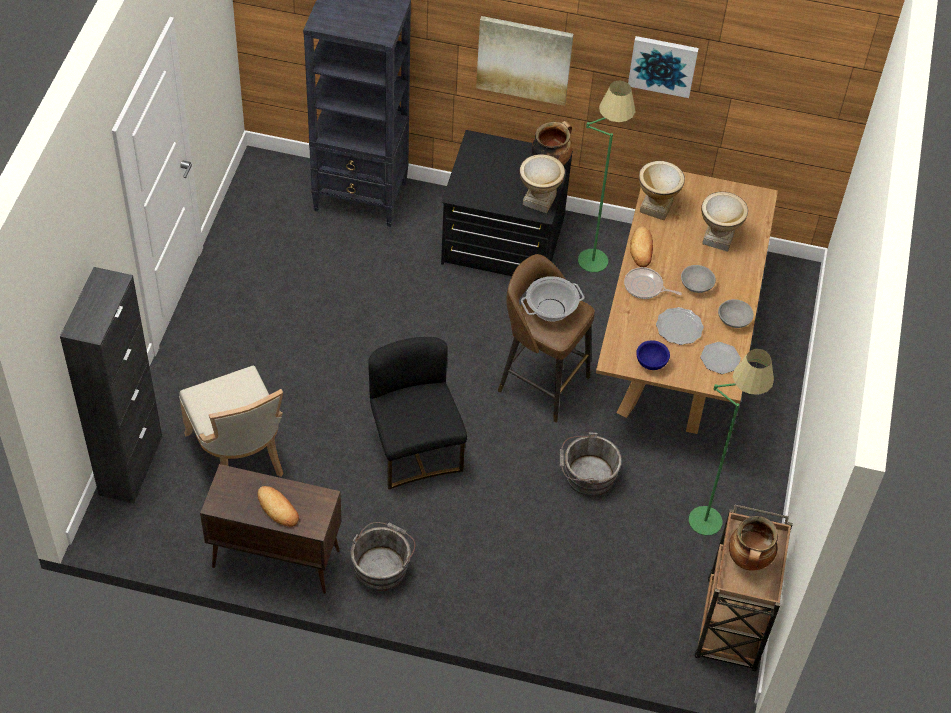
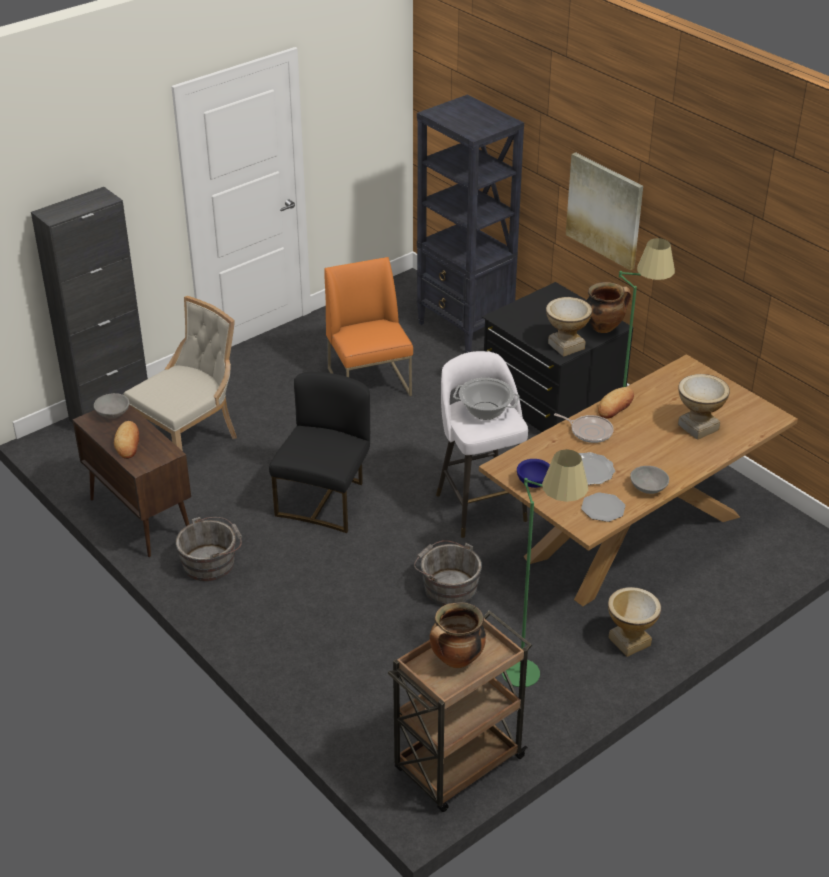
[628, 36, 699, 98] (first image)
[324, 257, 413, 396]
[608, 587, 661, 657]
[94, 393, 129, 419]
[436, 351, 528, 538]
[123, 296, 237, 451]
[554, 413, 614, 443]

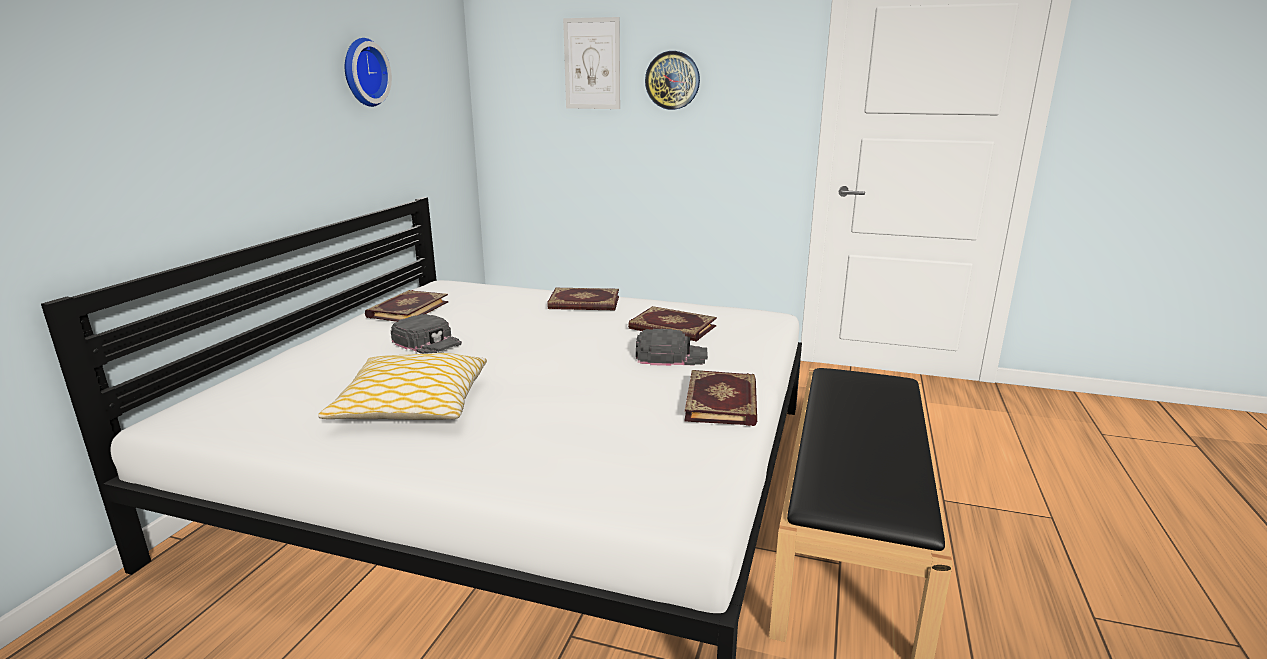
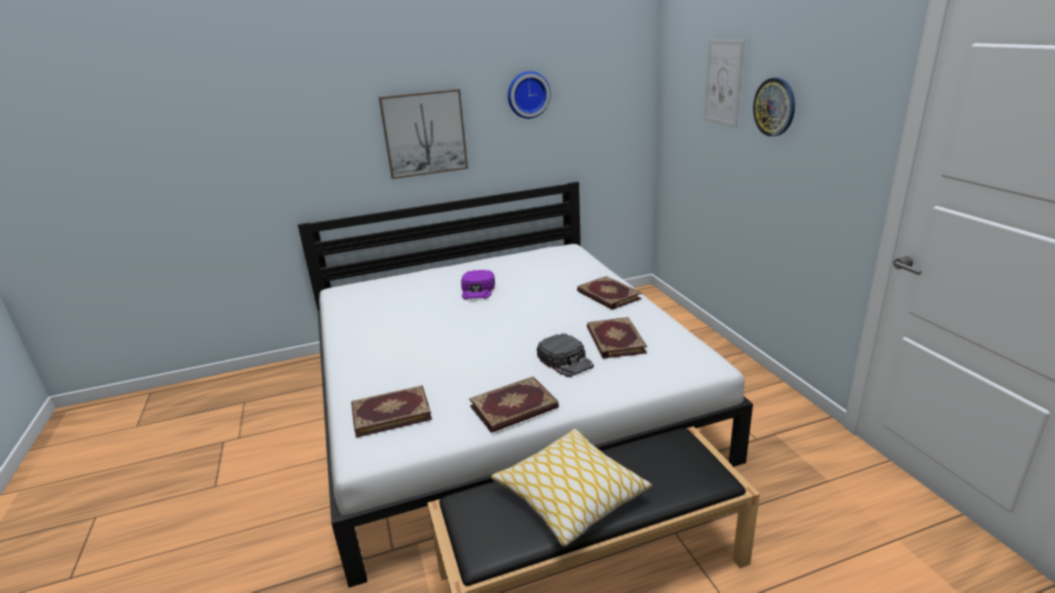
[379, 89, 468, 179]
[491, 429, 652, 546]
[351, 385, 432, 438]
[461, 270, 495, 299]

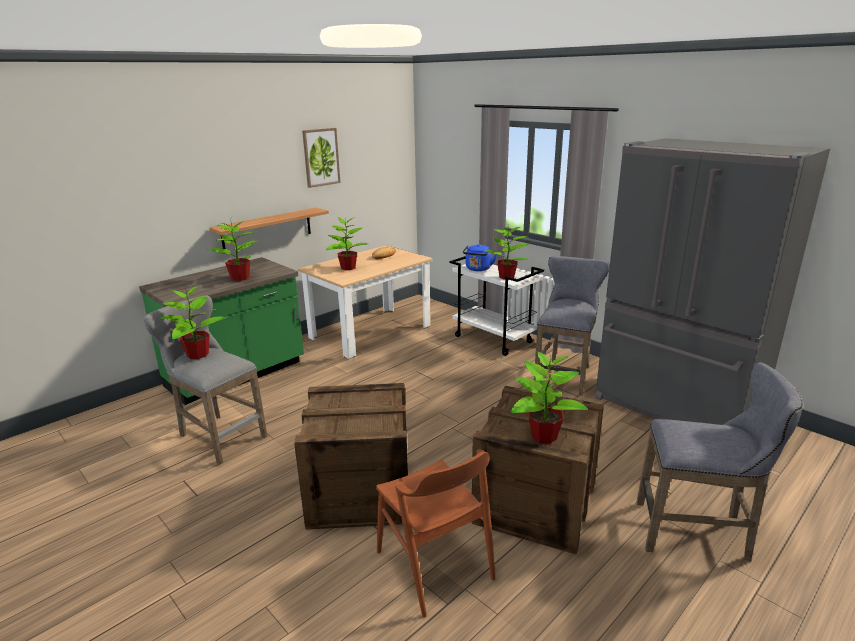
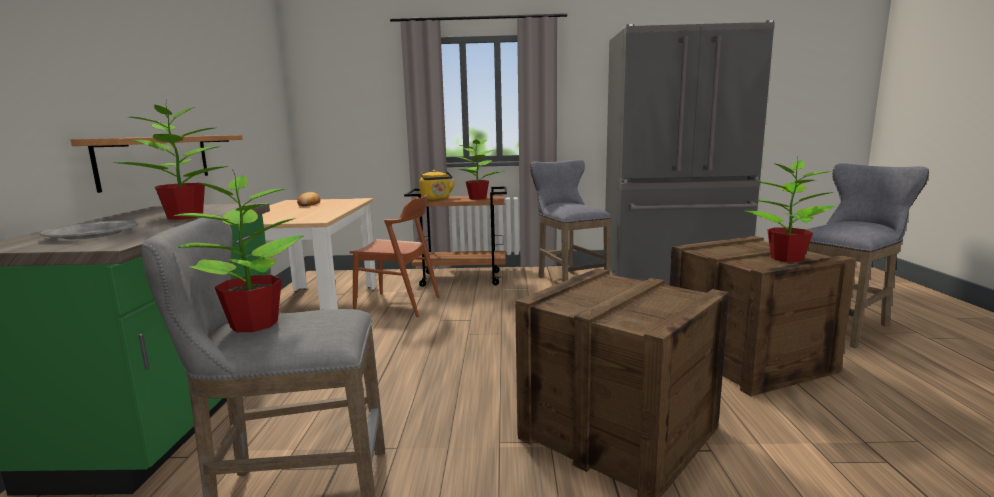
[302, 128, 341, 188] (first image)
[326, 217, 368, 270] (first image)
[40, 220, 139, 239]
[350, 195, 440, 317]
[404, 187, 507, 287]
[419, 170, 455, 200]

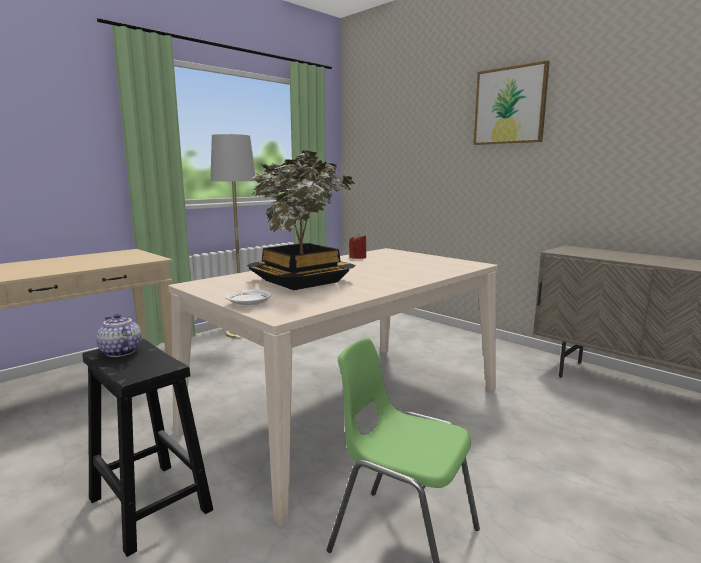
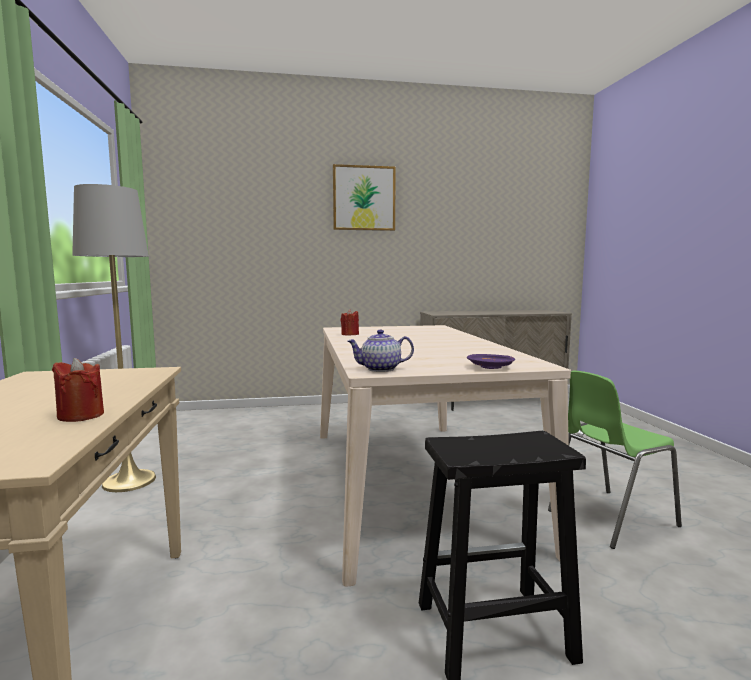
[247, 150, 356, 290] (first image)
[52, 358, 104, 422]
[347, 330, 414, 372]
[467, 354, 515, 369]

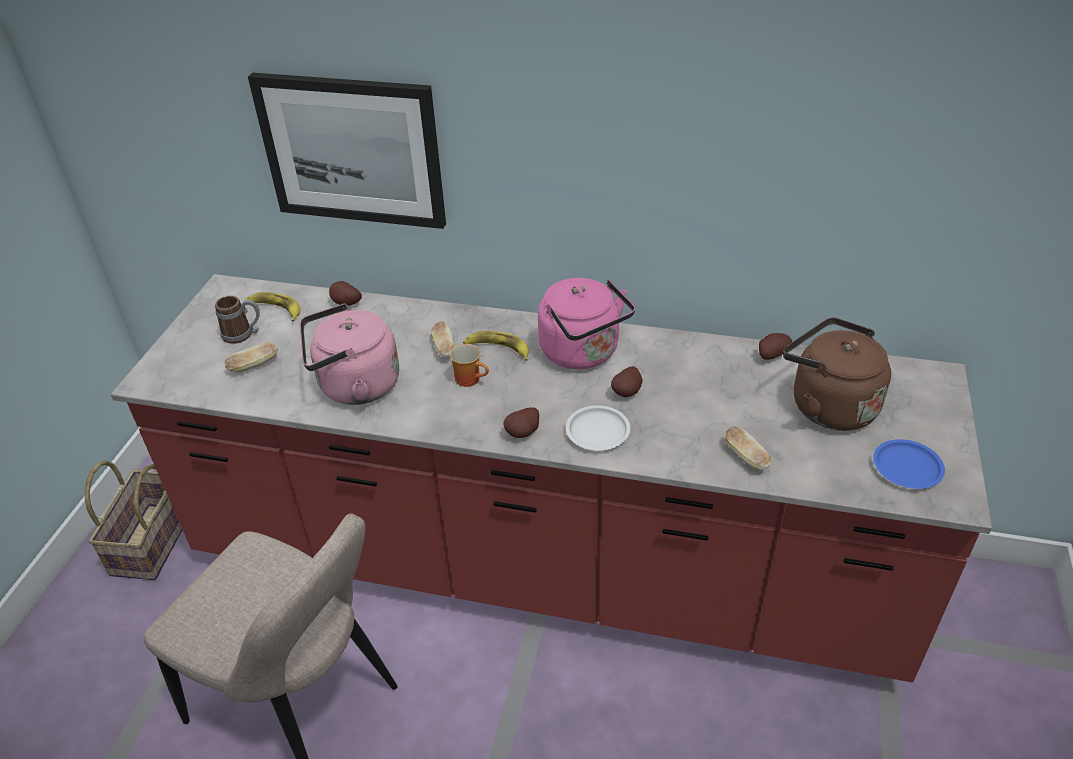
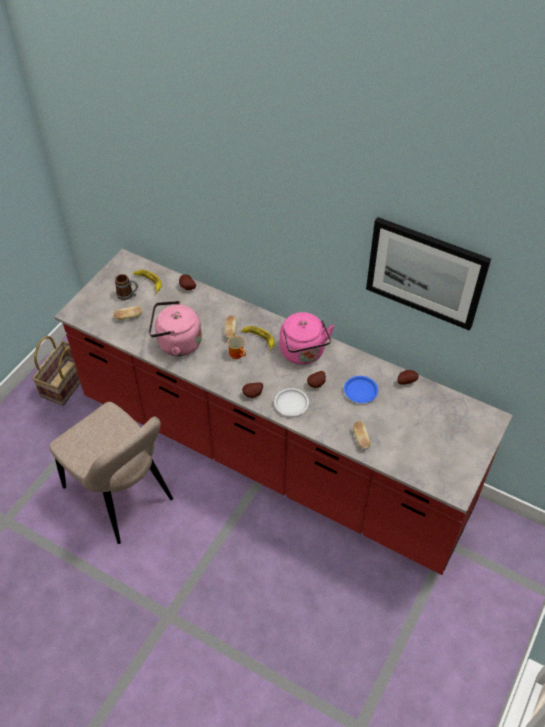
[783, 318, 891, 431] (first image)
[366, 217, 491, 331]
[344, 376, 378, 403]

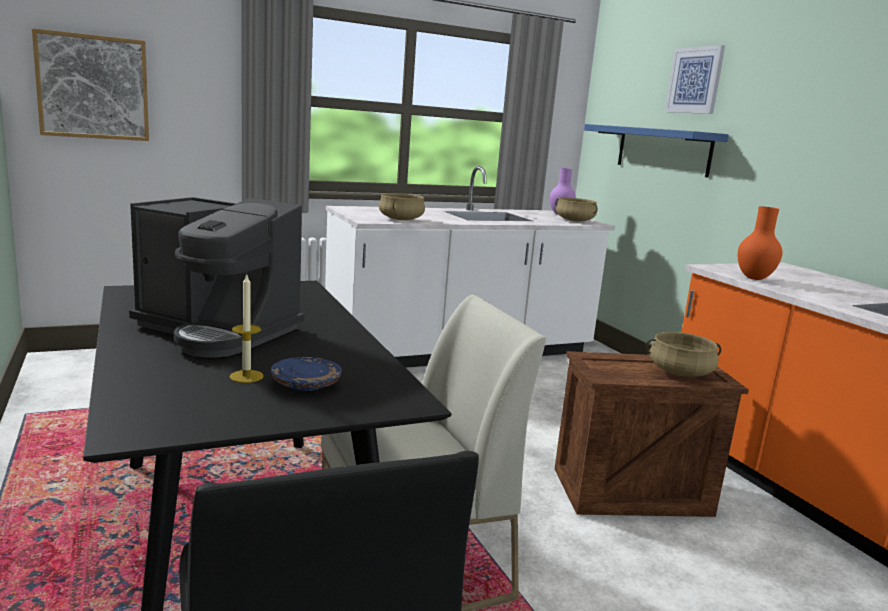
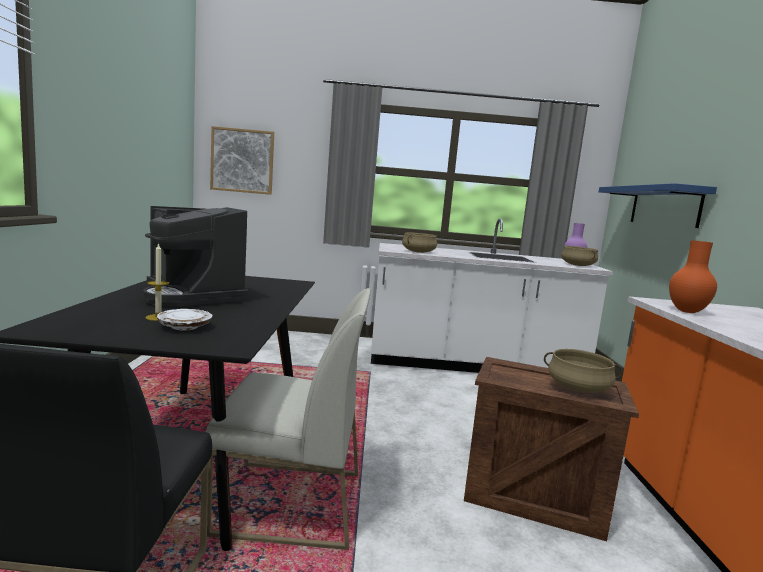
[665, 45, 725, 114] (first image)
[157, 309, 212, 331]

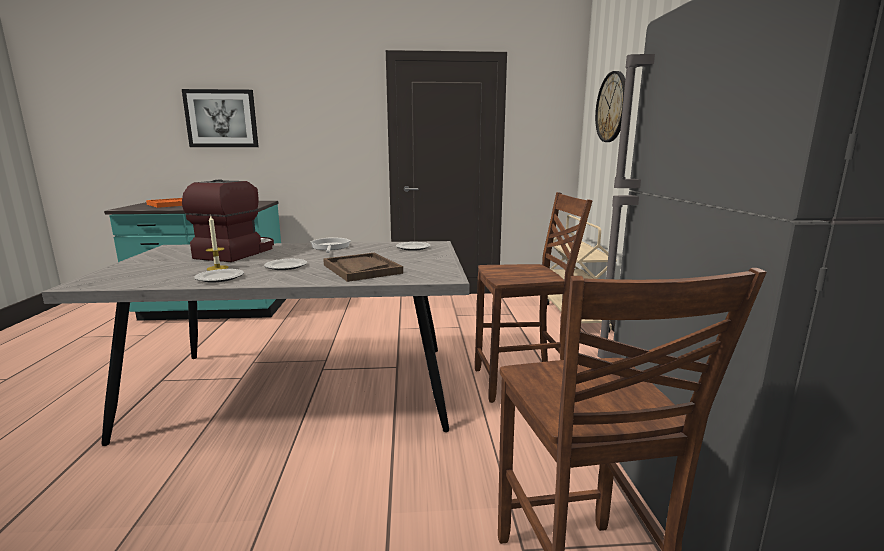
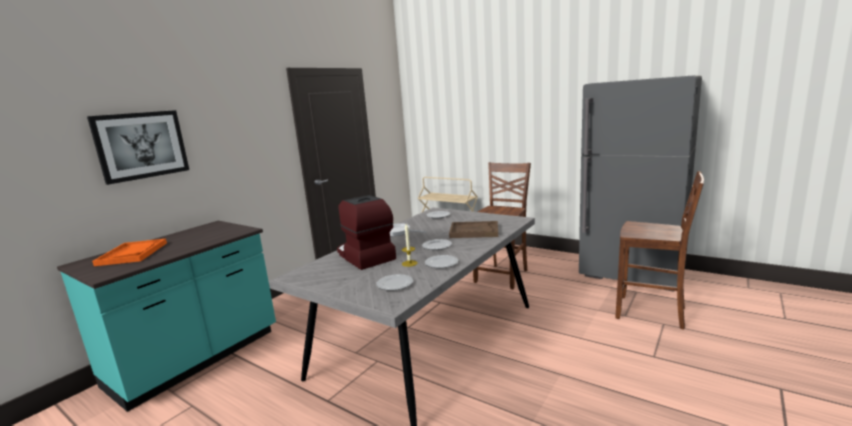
[595, 71, 625, 142] (first image)
[376, 274, 413, 291]

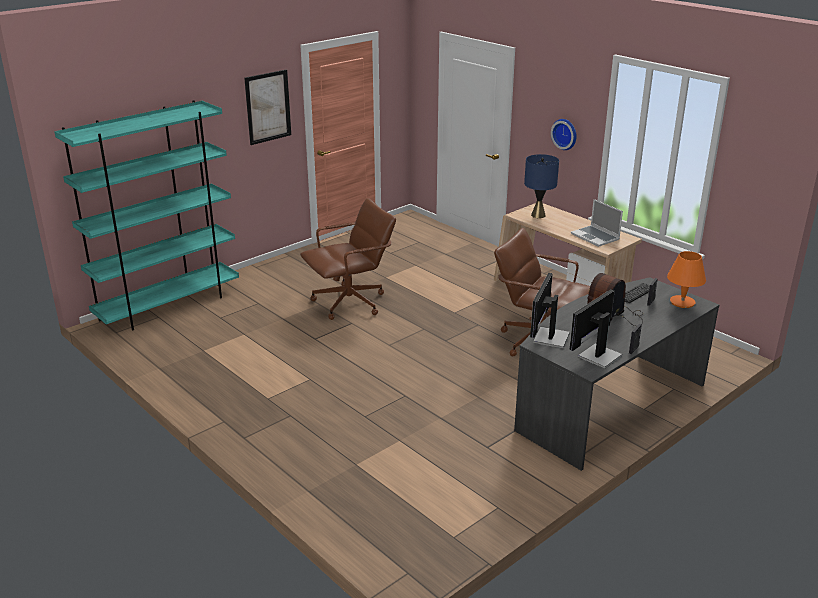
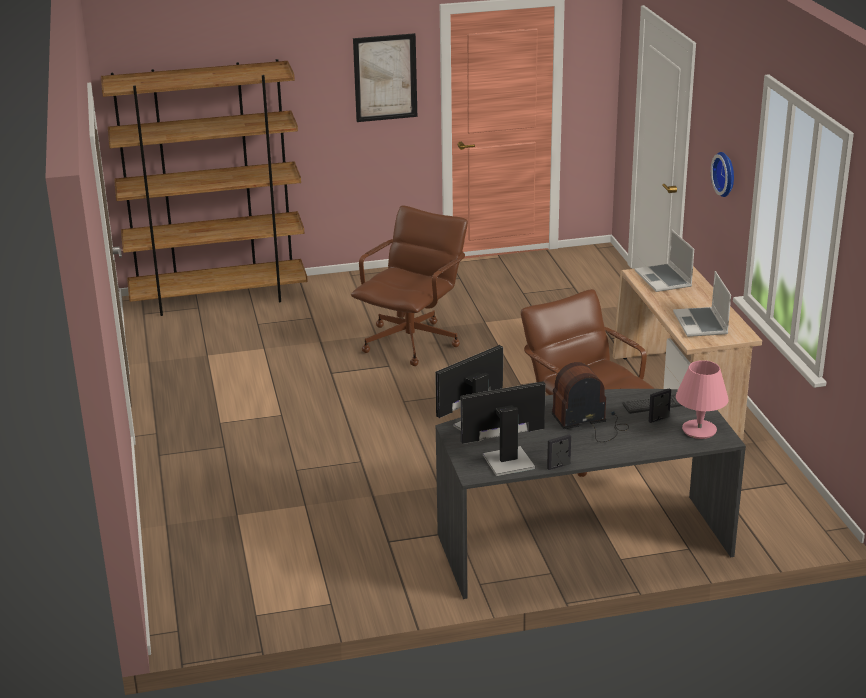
[635, 229, 694, 292]
[101, 59, 308, 316]
[676, 360, 729, 439]
[351, 206, 468, 366]

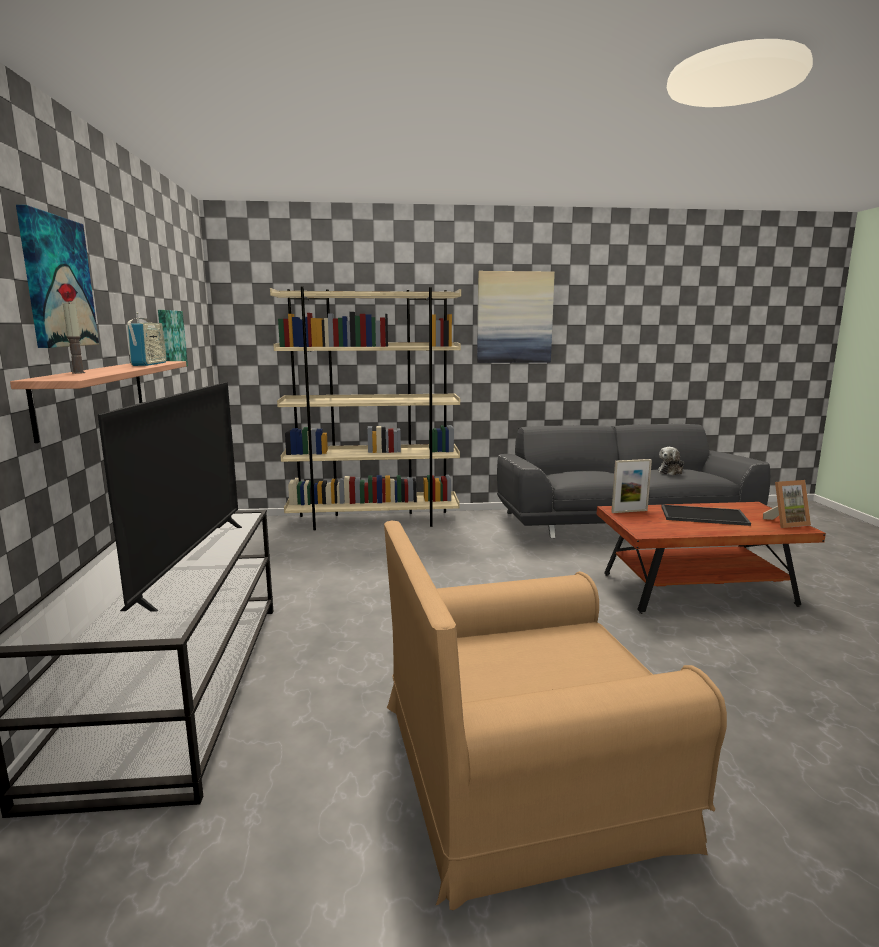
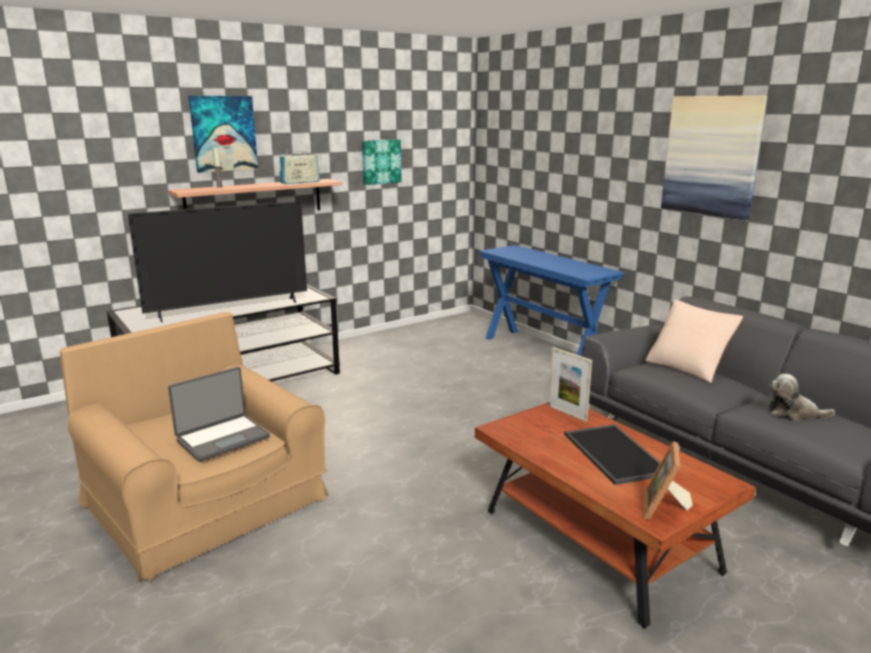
[168, 367, 270, 462]
[645, 299, 743, 383]
[479, 245, 625, 356]
[644, 441, 693, 521]

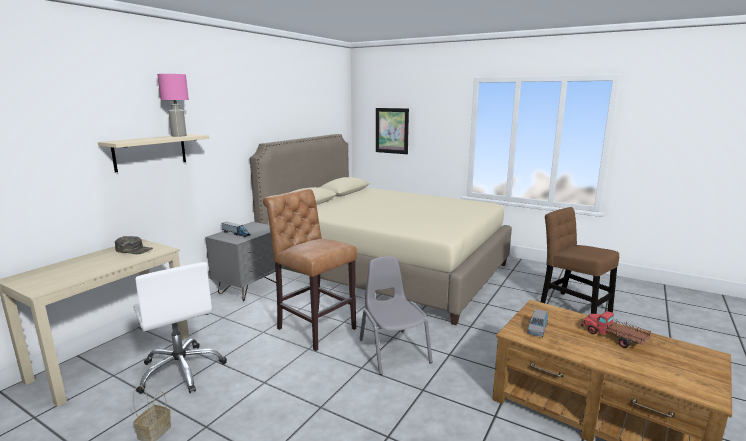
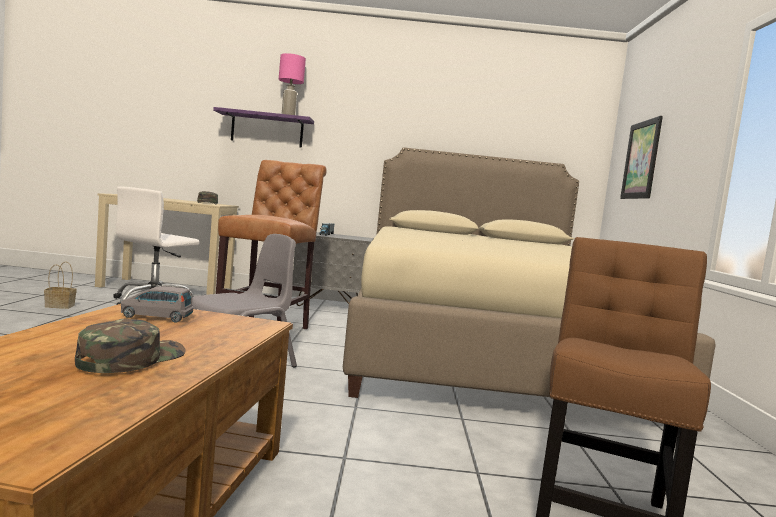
[75, 319, 186, 373]
[213, 107, 314, 148]

